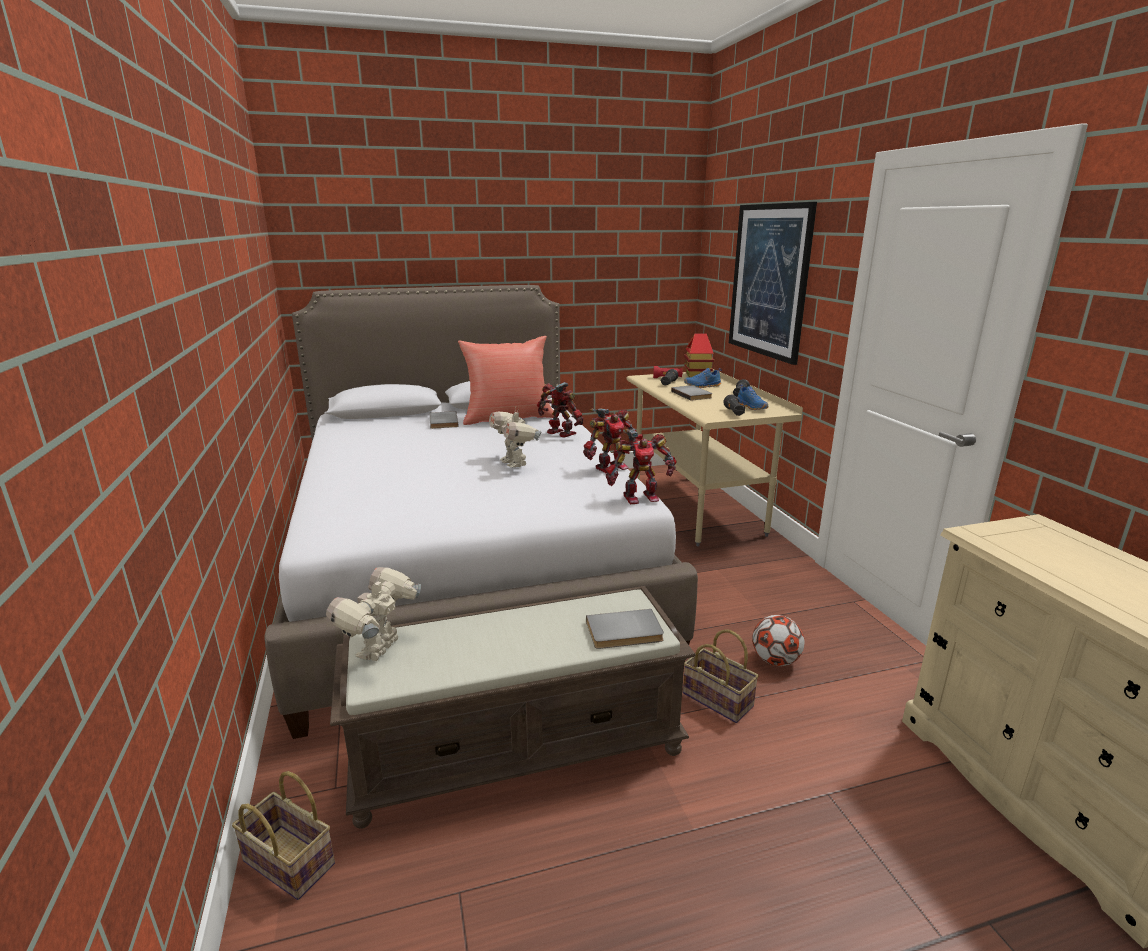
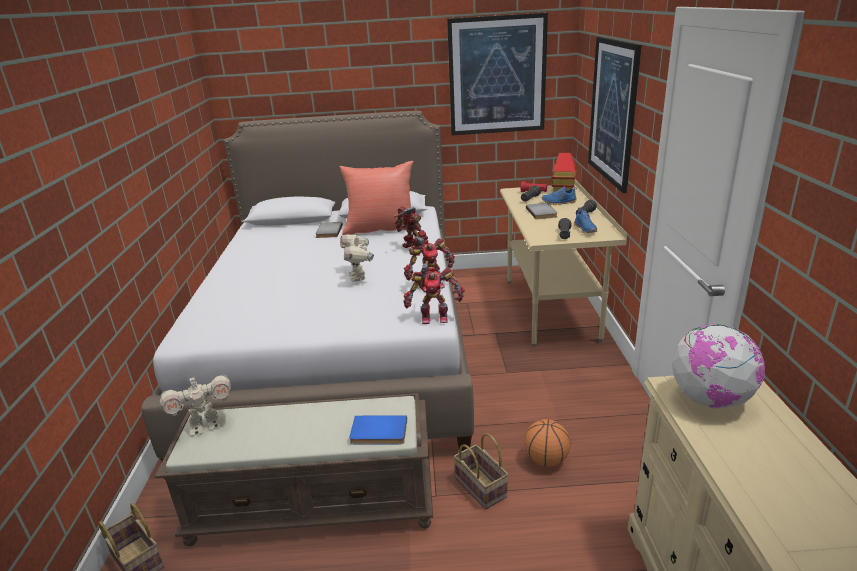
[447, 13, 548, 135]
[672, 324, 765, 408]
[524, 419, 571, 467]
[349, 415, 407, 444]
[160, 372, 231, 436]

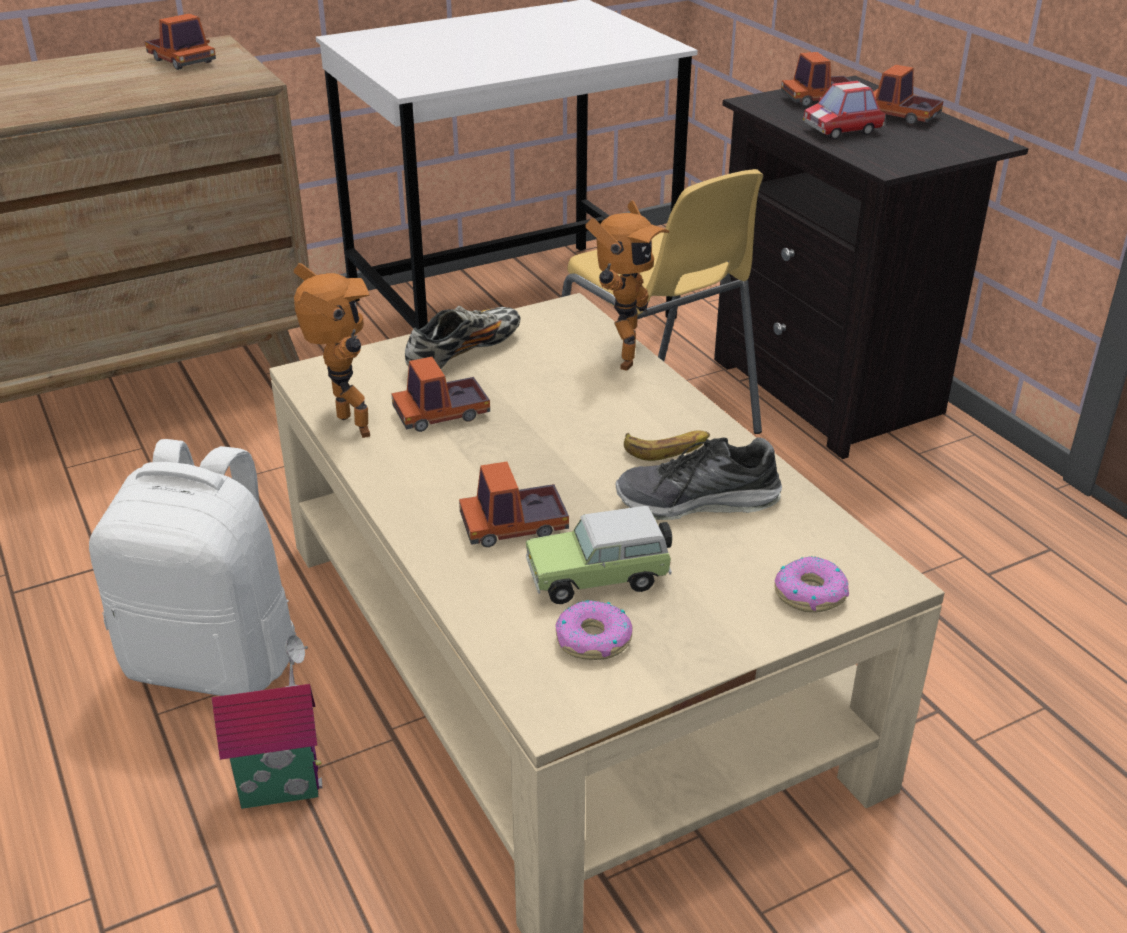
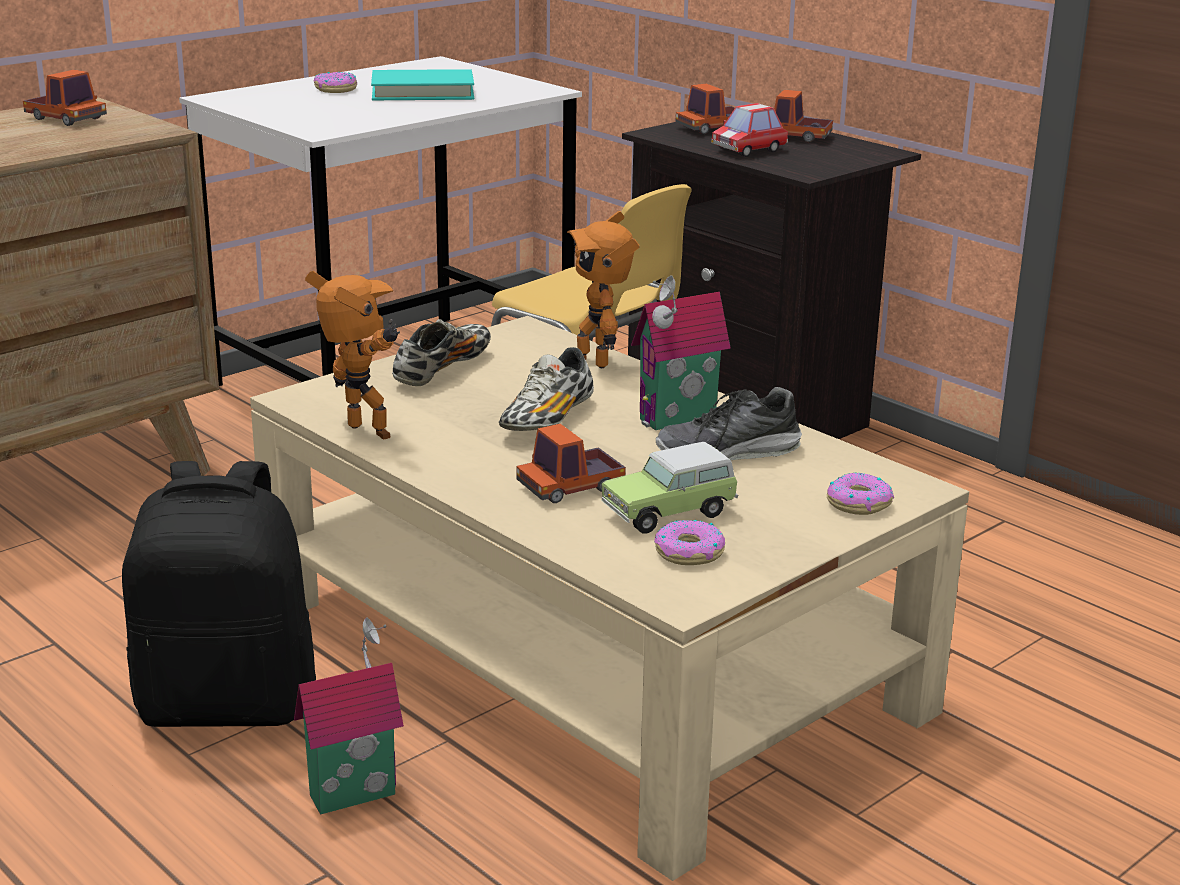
[391, 357, 490, 432] (first image)
[313, 72, 357, 93]
[371, 69, 474, 100]
[499, 347, 594, 431]
[631, 276, 731, 430]
[122, 461, 316, 727]
[567, 211, 639, 369]

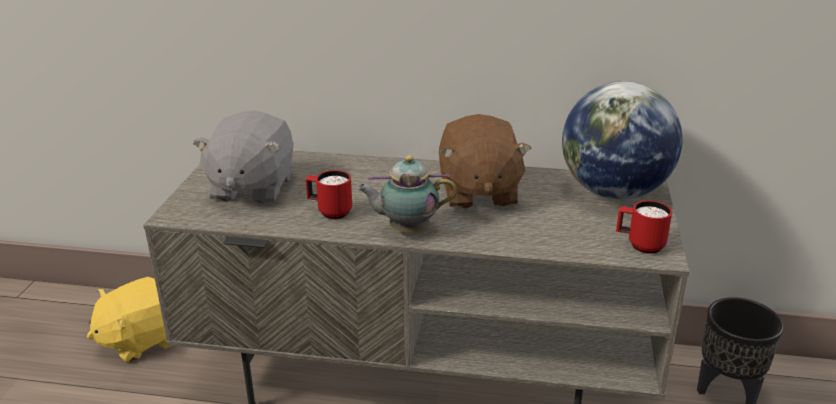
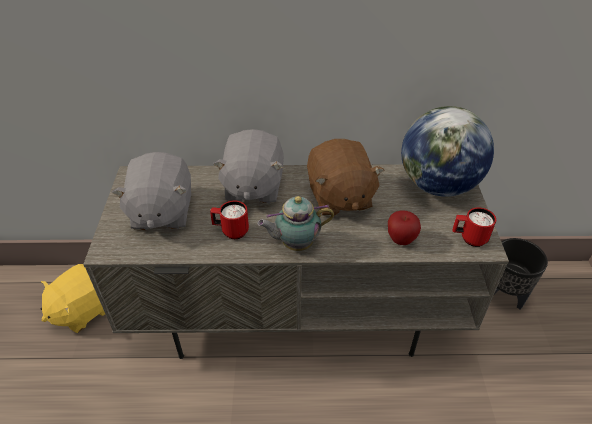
[213, 129, 284, 204]
[388, 211, 421, 245]

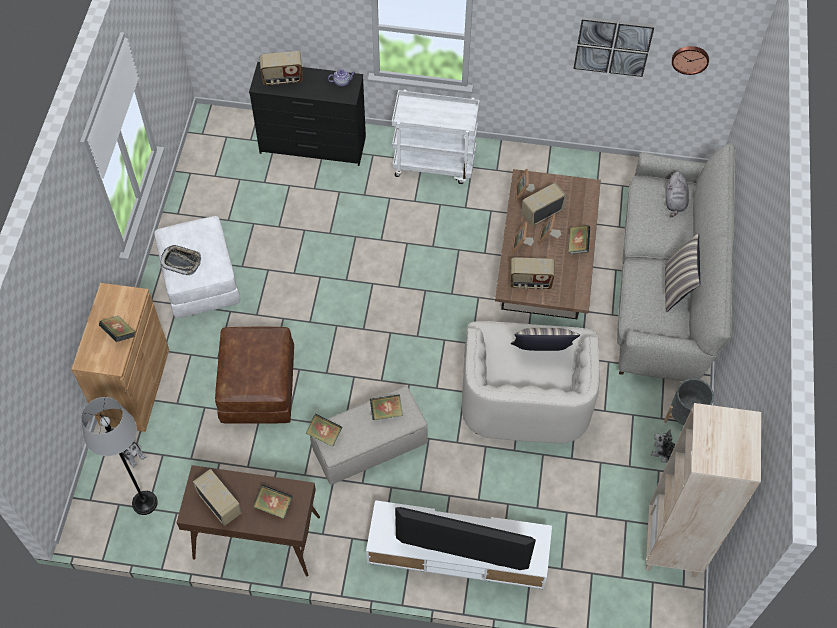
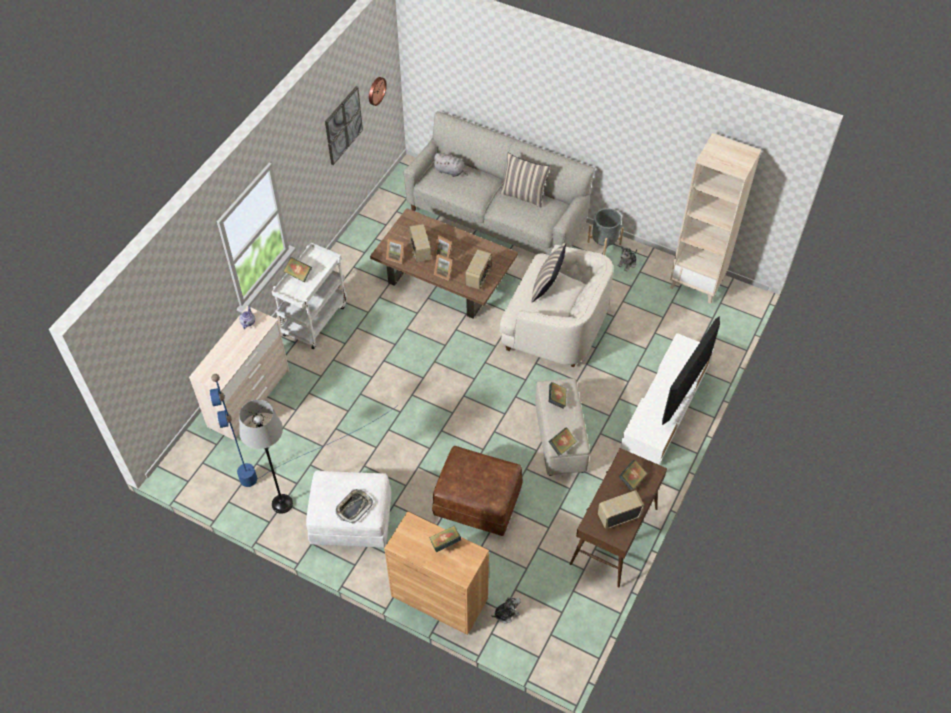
[260, 51, 303, 85] (first image)
[209, 374, 397, 487]
[239, 400, 293, 514]
[283, 257, 312, 282]
[189, 306, 289, 440]

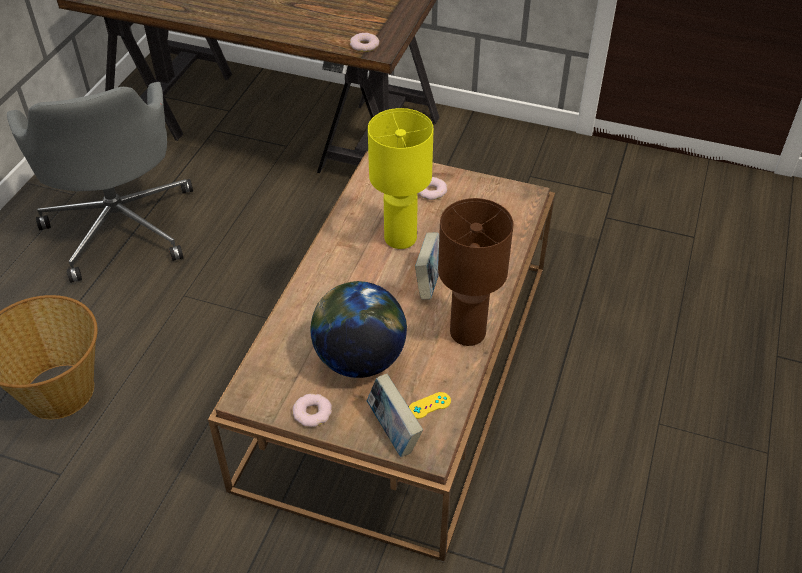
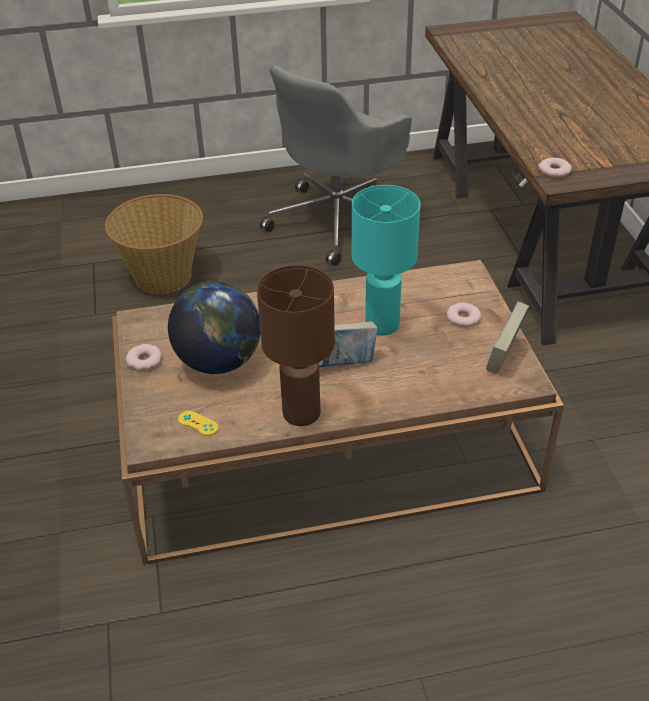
[486, 301, 529, 374]
[352, 185, 420, 336]

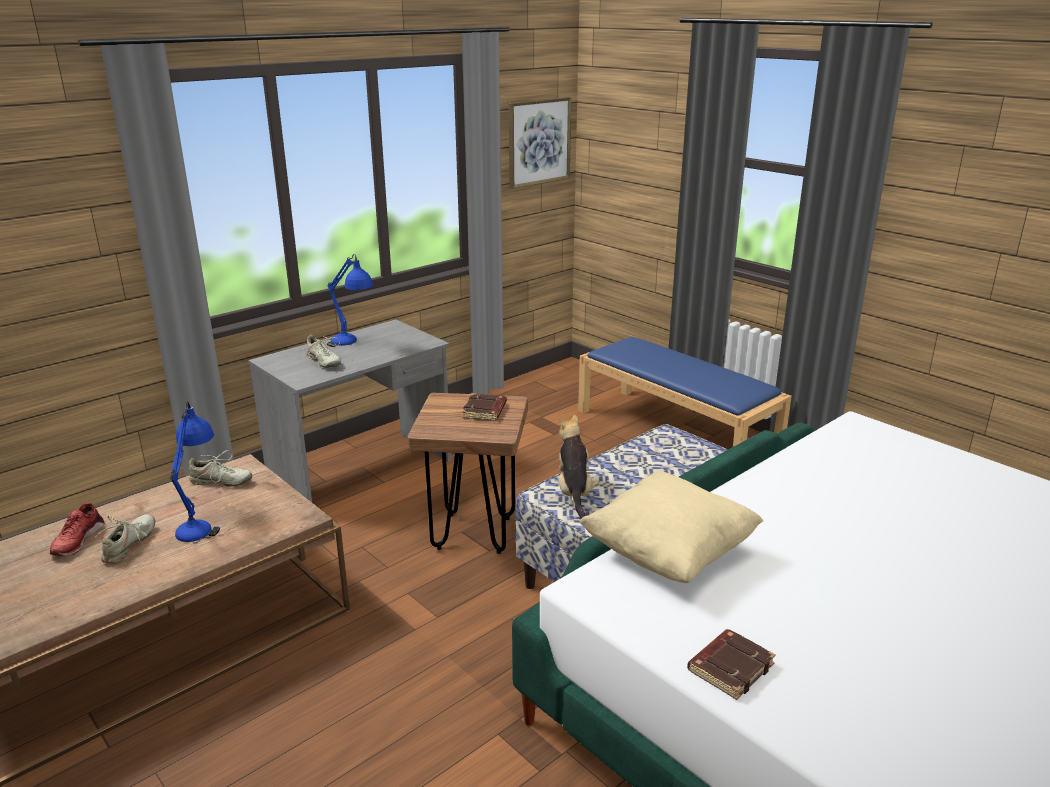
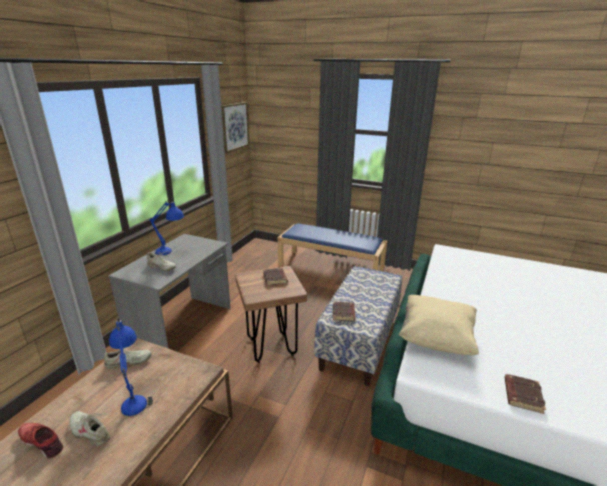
[333, 302, 355, 321]
[18, 423, 63, 458]
[67, 411, 111, 447]

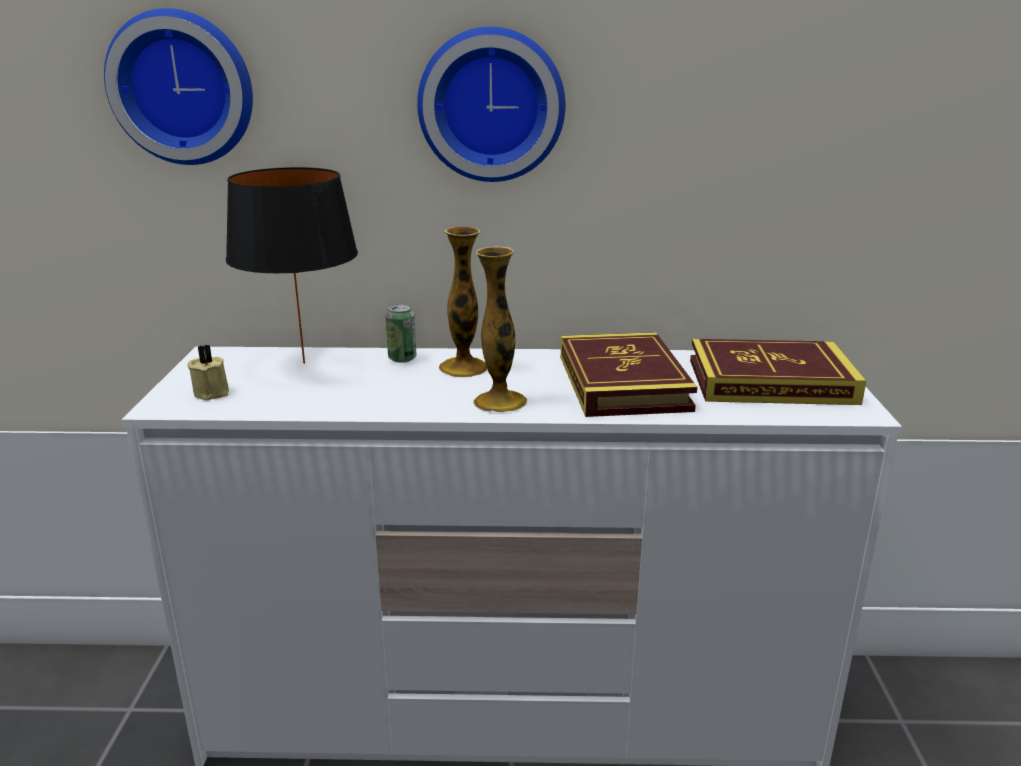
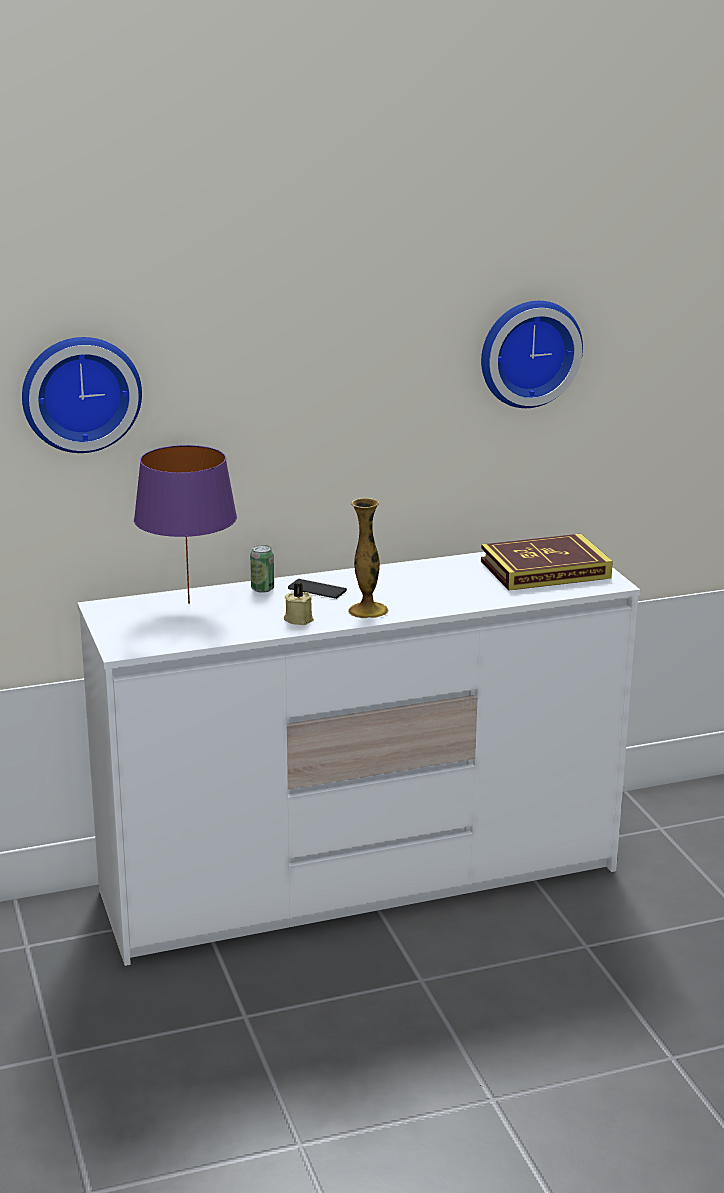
[561, 332, 697, 417] (first image)
[284, 583, 314, 625]
[481, 301, 583, 408]
[288, 579, 347, 599]
[134, 445, 237, 604]

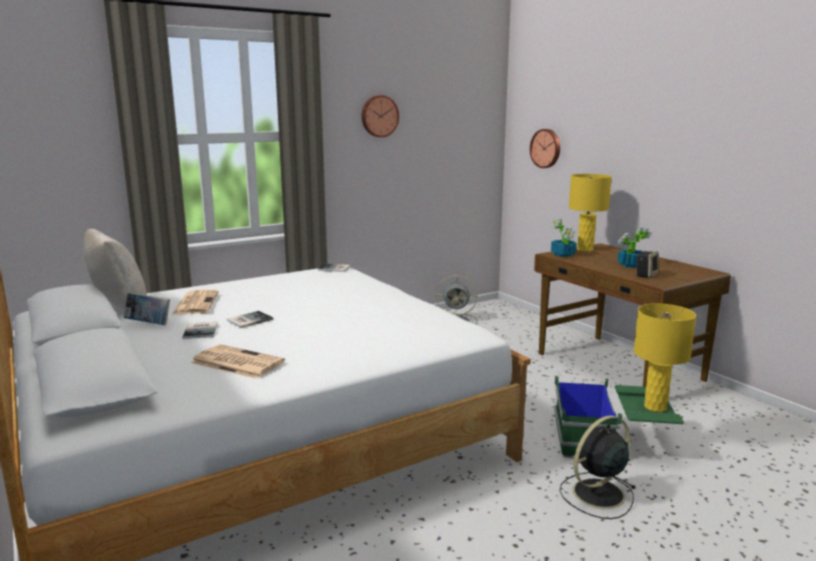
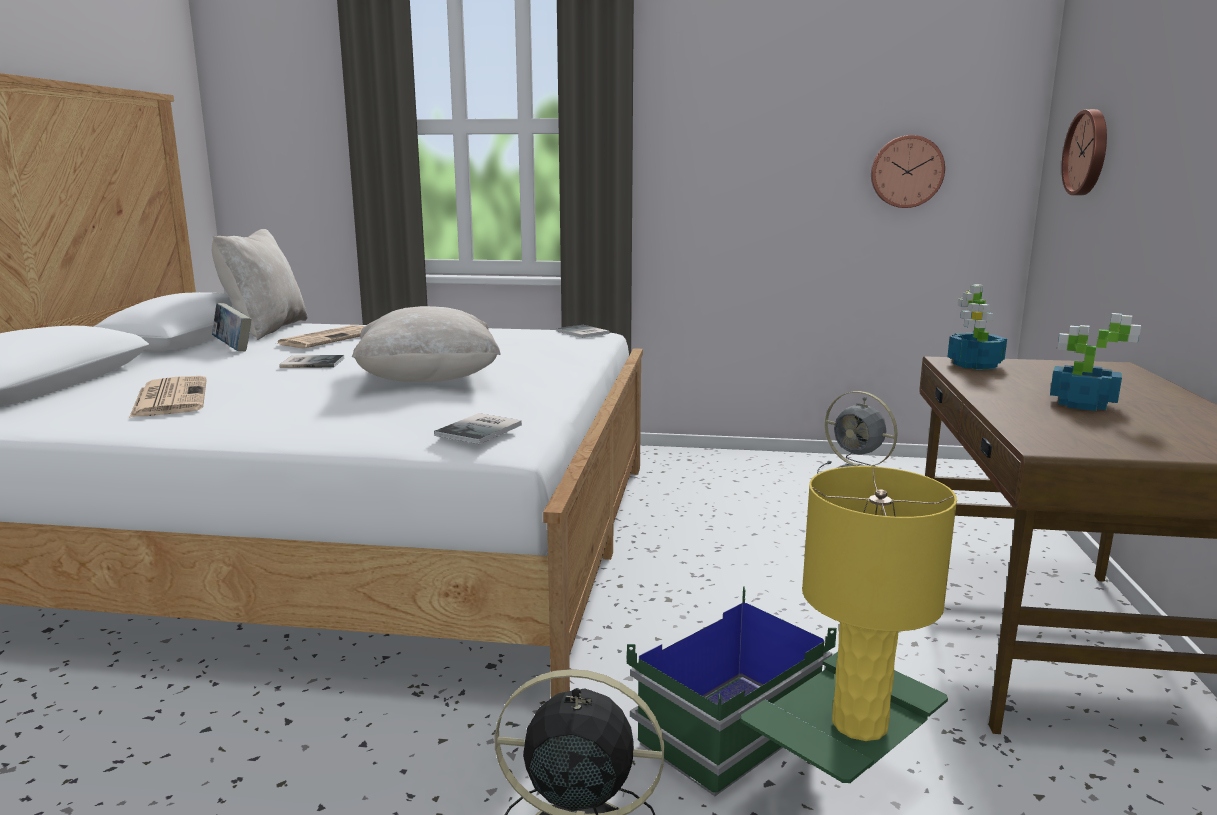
[569, 174, 612, 252] (first image)
[636, 251, 659, 278] (first image)
[352, 306, 500, 382]
[434, 413, 522, 444]
[871, 135, 945, 208]

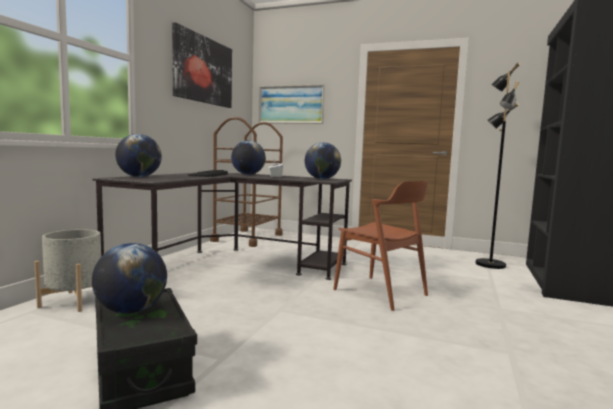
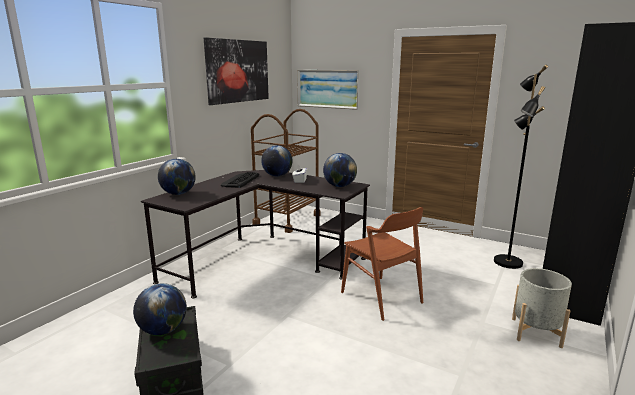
[512, 268, 572, 348]

